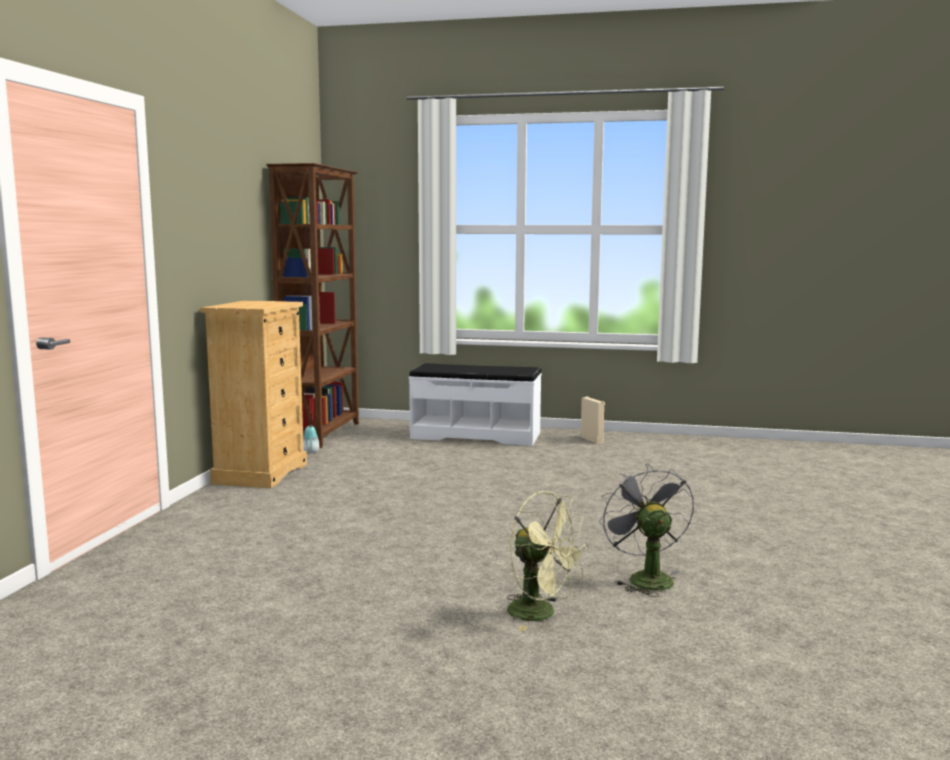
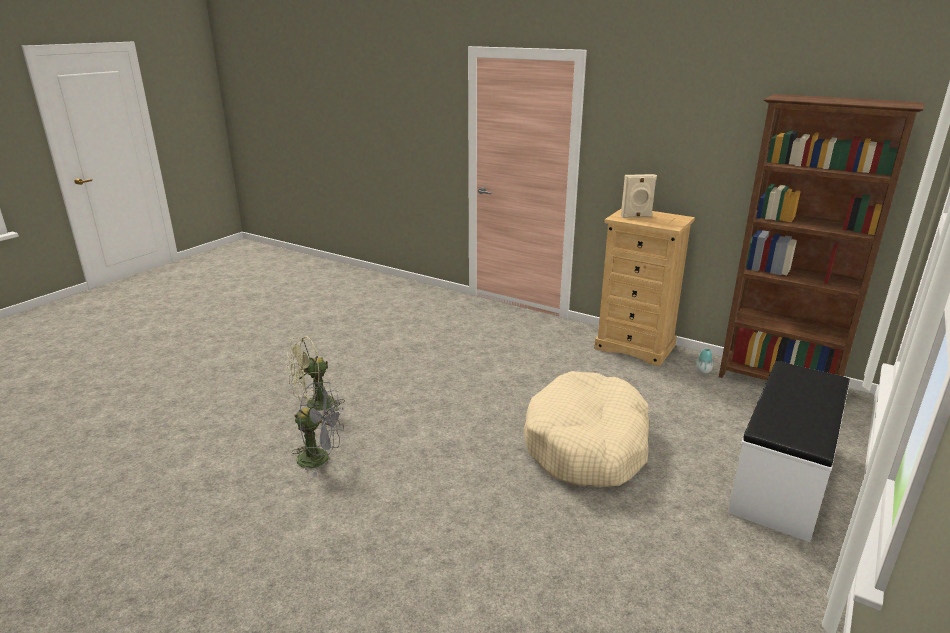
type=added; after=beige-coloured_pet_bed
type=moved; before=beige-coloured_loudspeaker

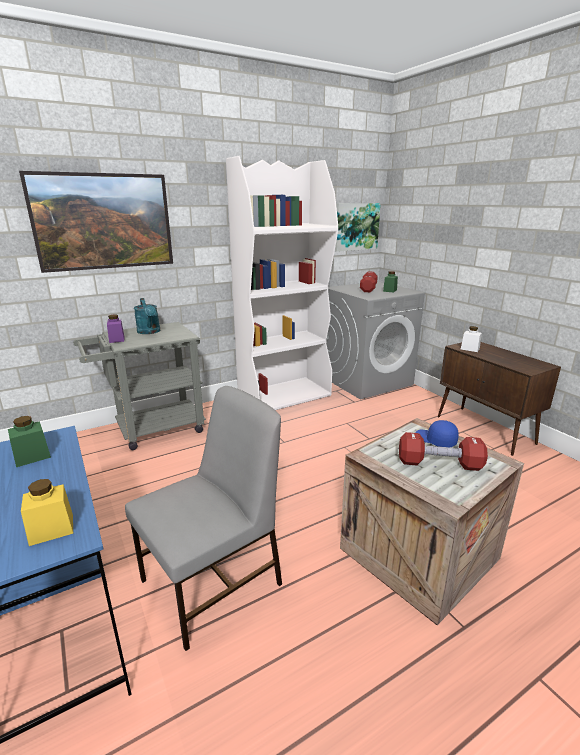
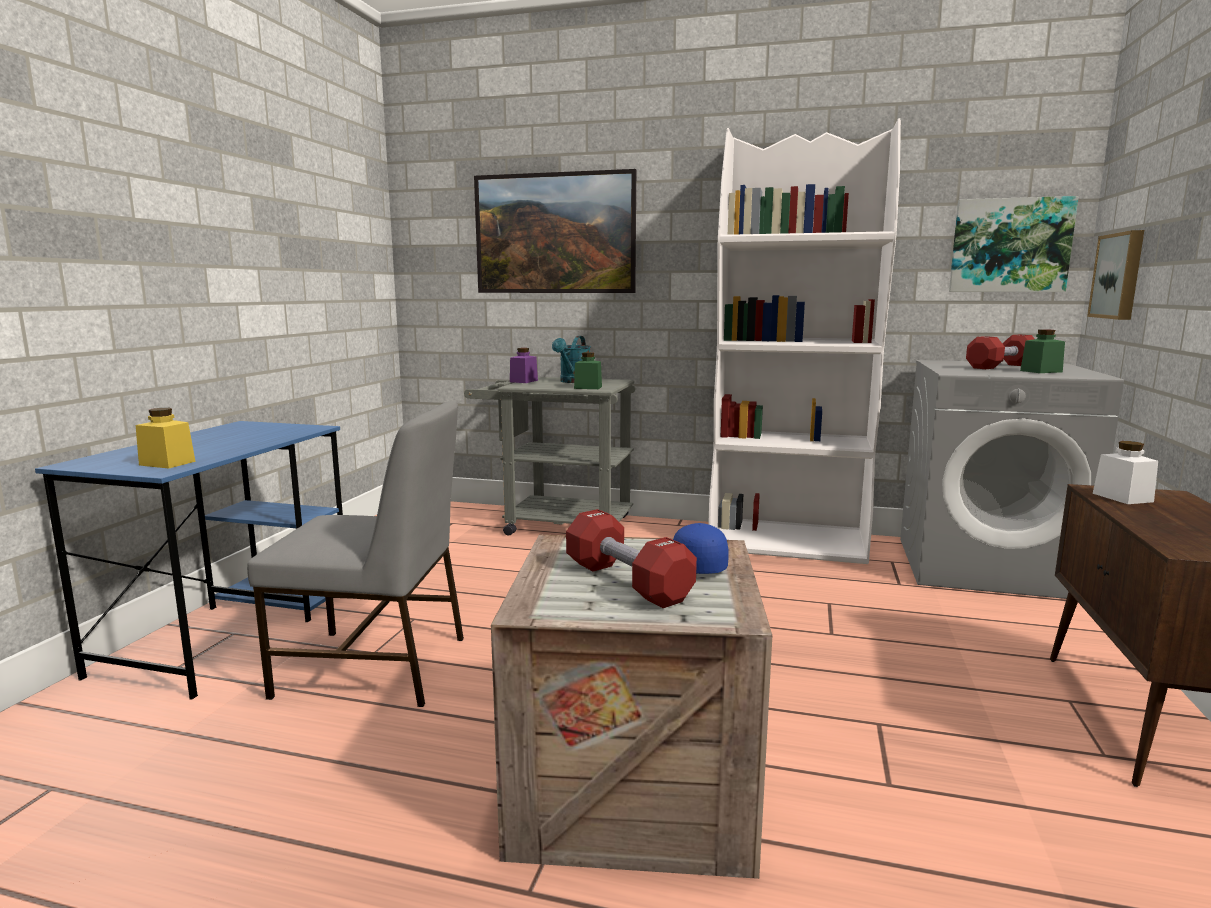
type=moved; before=green-coloured_jar (1st from left)
type=added; after=picture (3rd from left)

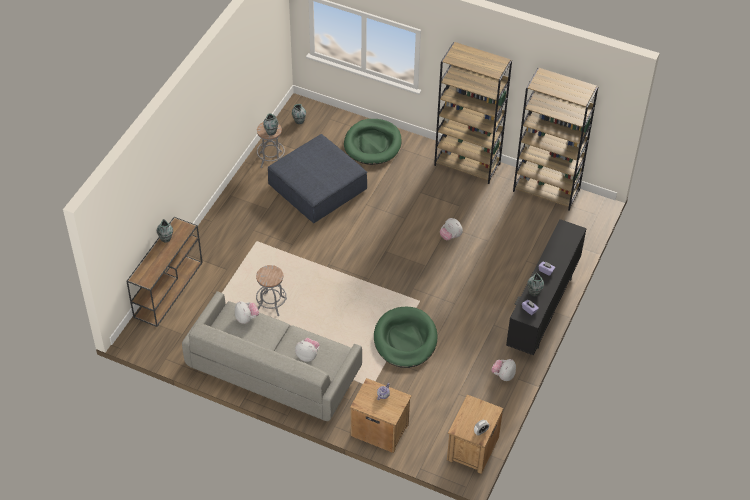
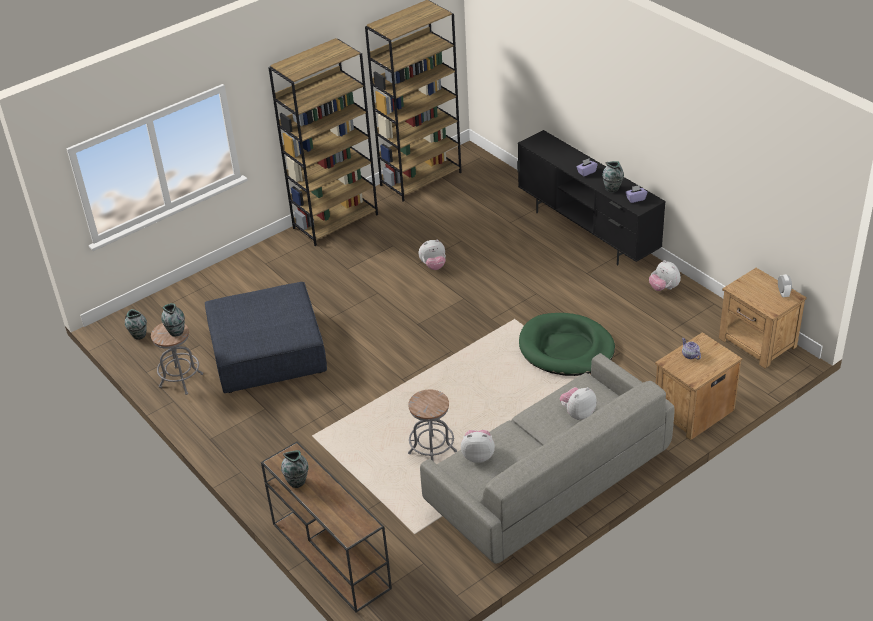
type=removed; before=green-coloured_pet_bed (1st from left)

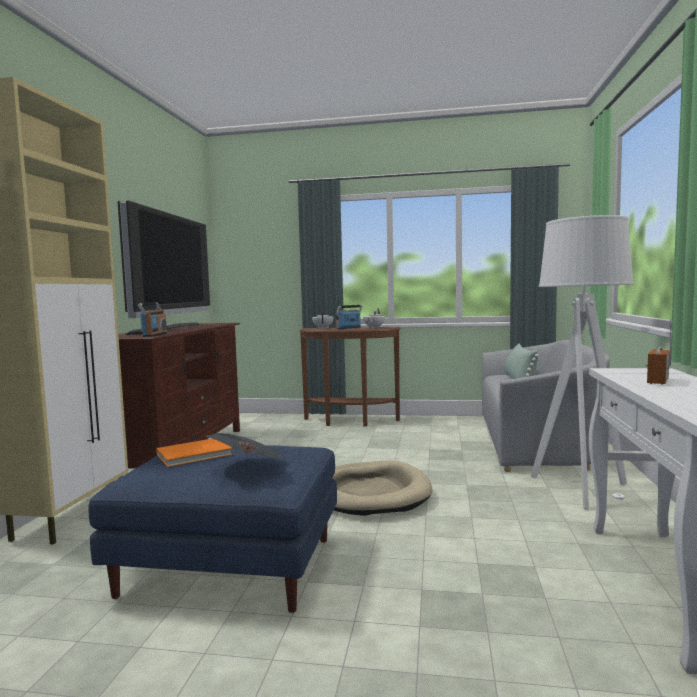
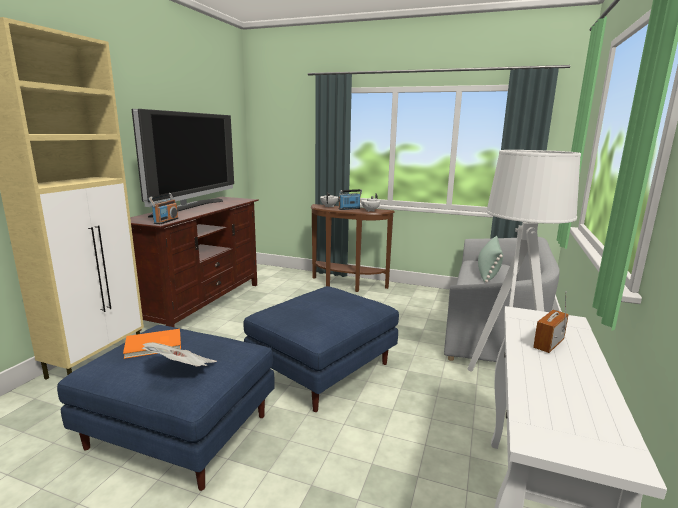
type=replaced; before=beige-coloured_pet_bed; after=bluish_footrest (2nd from left)

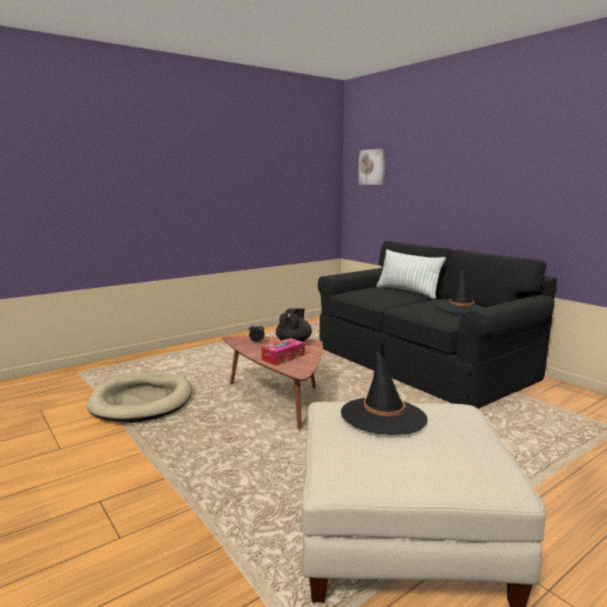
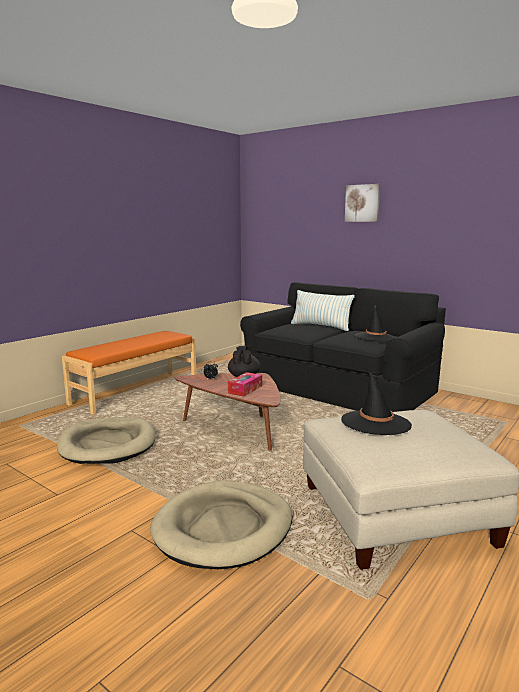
type=added; after=orangey_long_seat
type=added; after=beige-coloured_pet_bed (2nd from left)
type=moved; before=picture

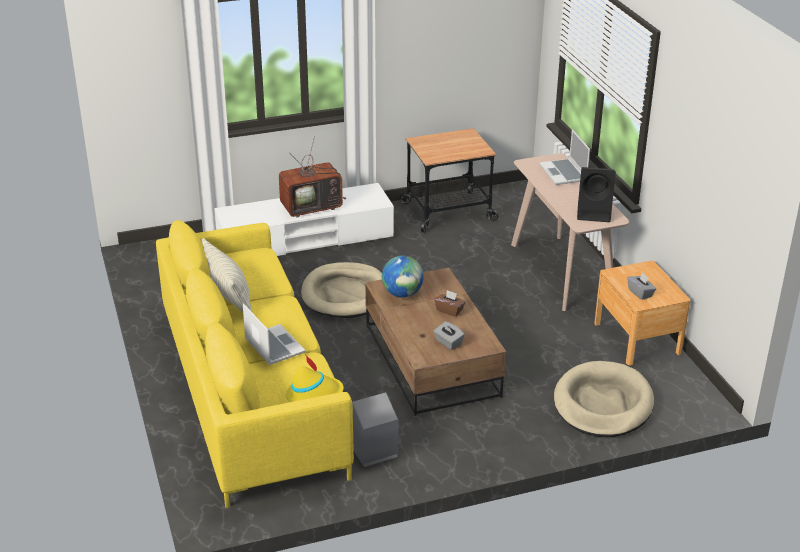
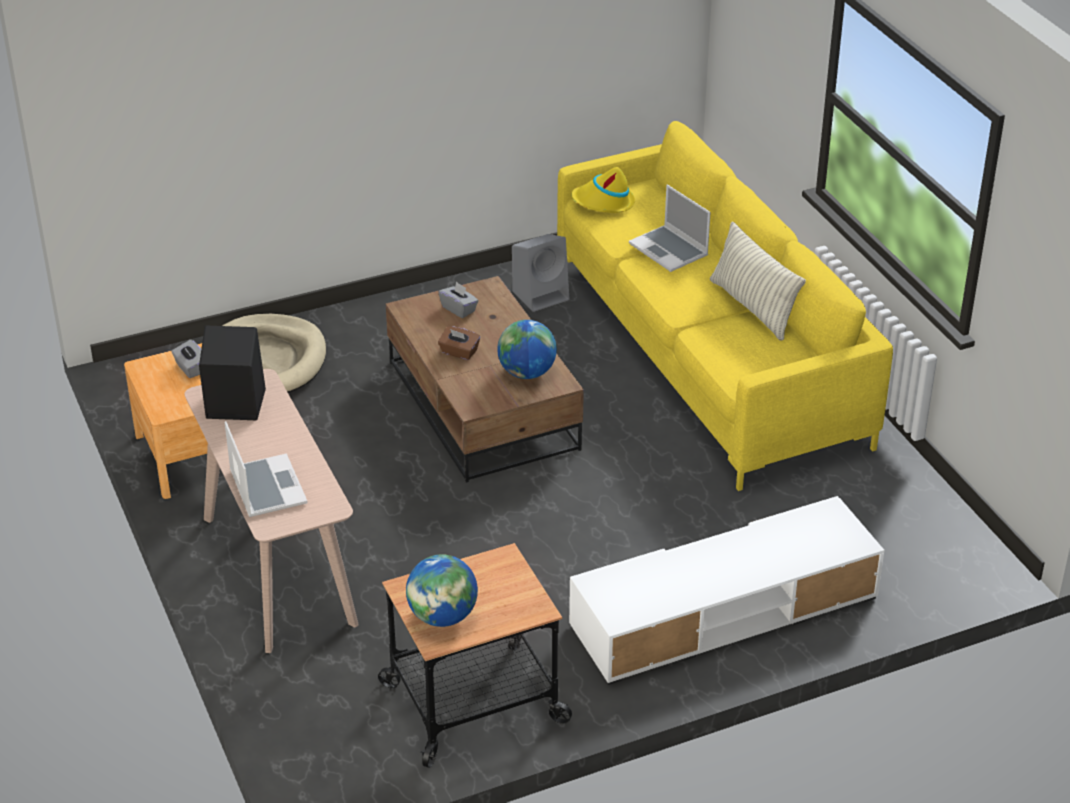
type=added; after=globe (1st from left)
type=removed; before=TV
type=removed; before=beige-coloured_pet_bed (1st from left)

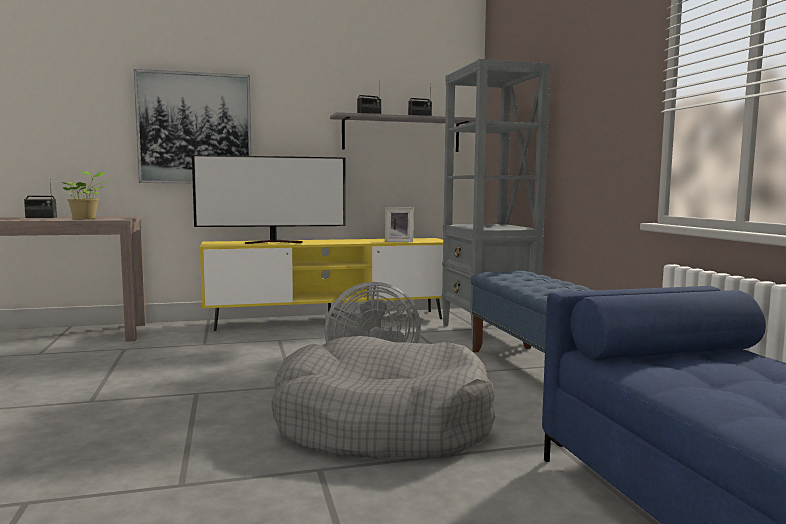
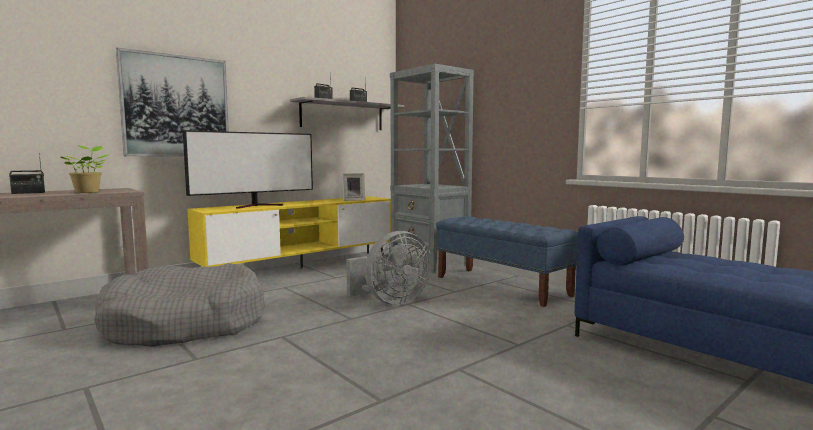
type=moved; before=grey_pet_bed

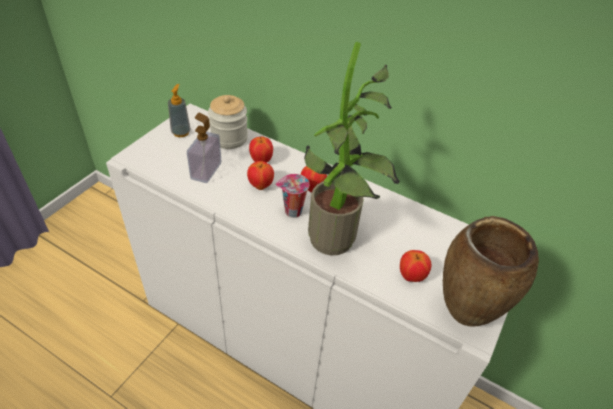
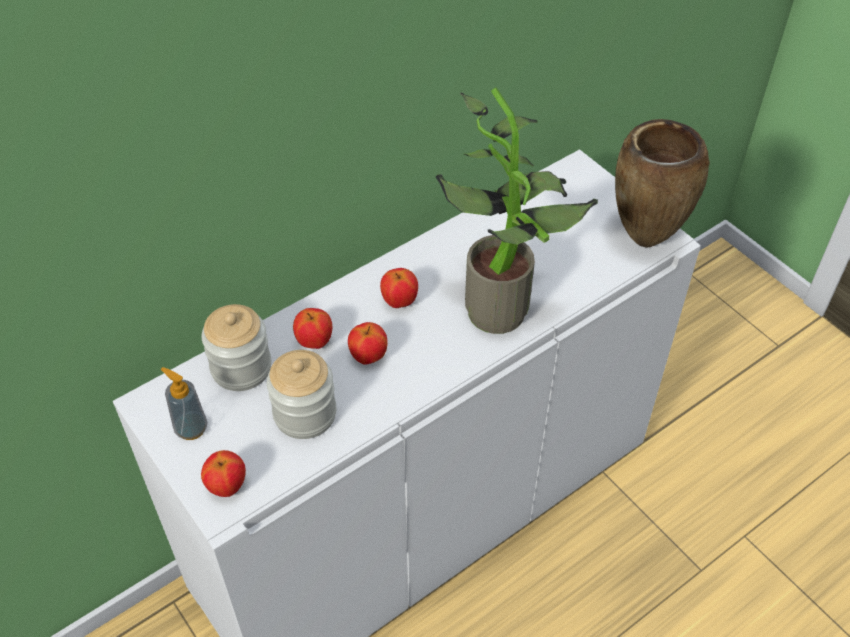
type=moved; before=apple_fruit (4th from left in the first image); after=apple_fruit (1st from left)
type=replaced; before=soap_dispenser (2nd from left); after=jar (2nd from left)
type=removed; before=cup

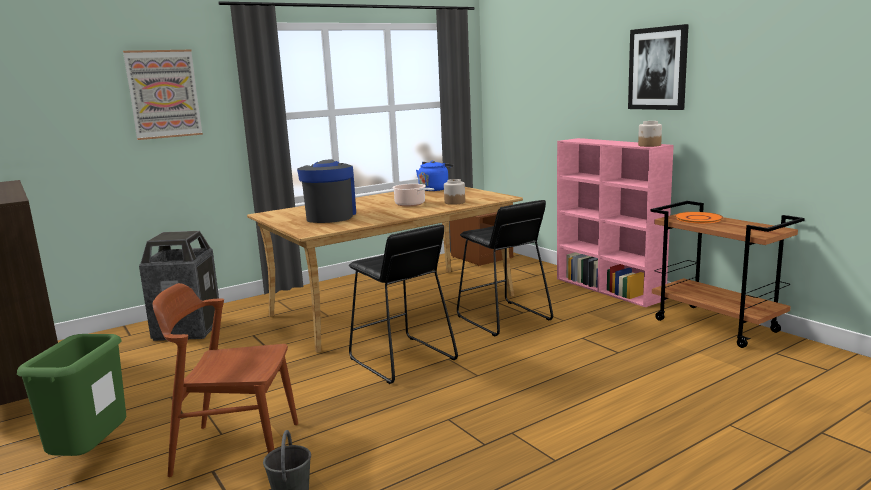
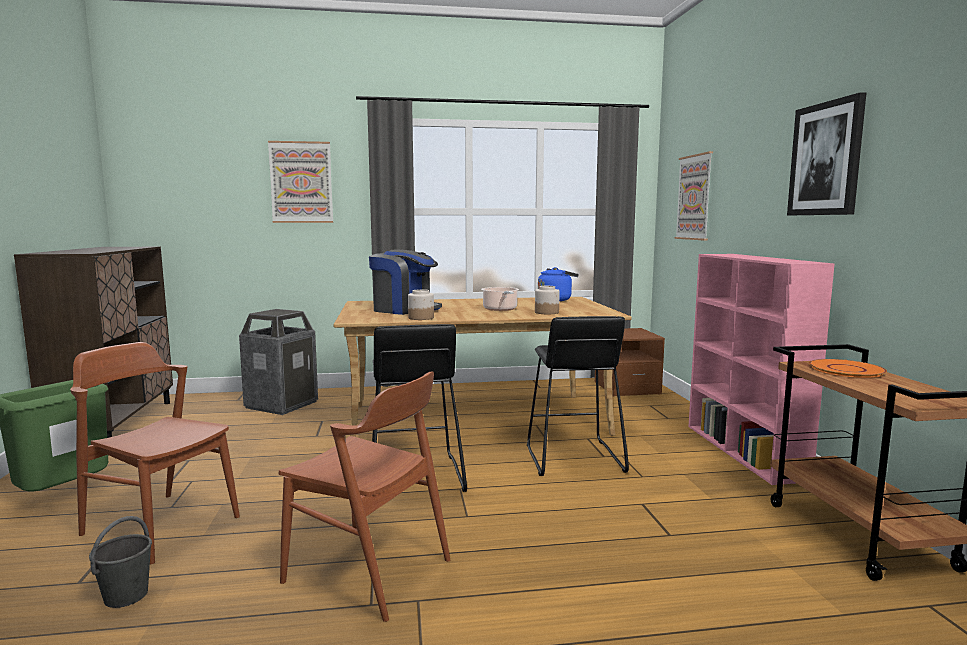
type=added; after=brownish_chair (2nd from left)
type=turned; before=coffee_maker; turn=90
type=moved; before=jar (2nd from left in the first image); after=jar (1st from left)
type=added; after=picture (2nd from left)

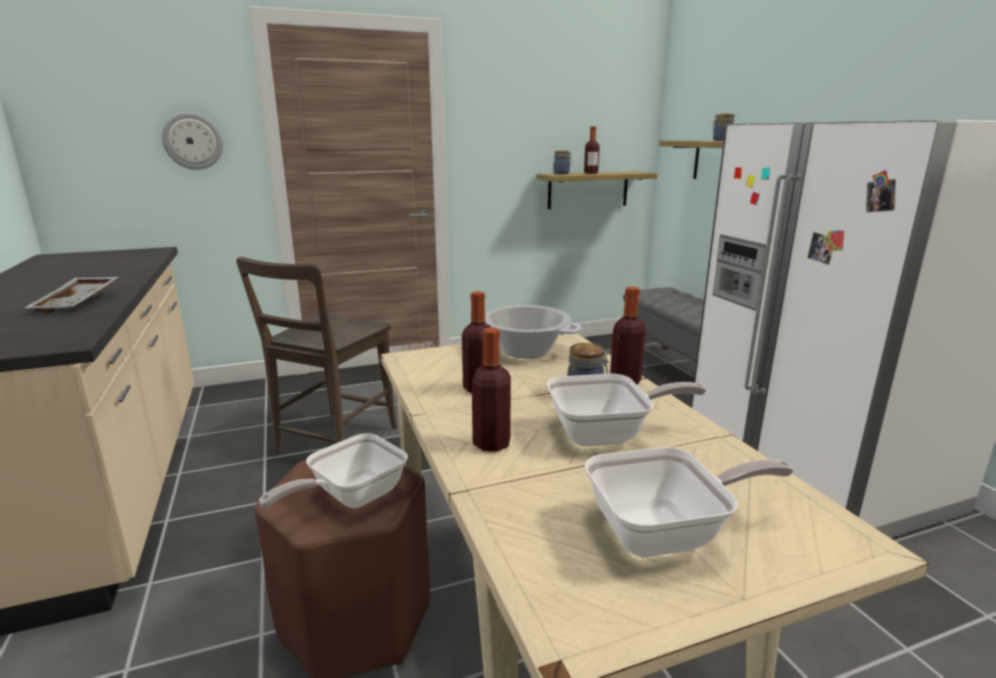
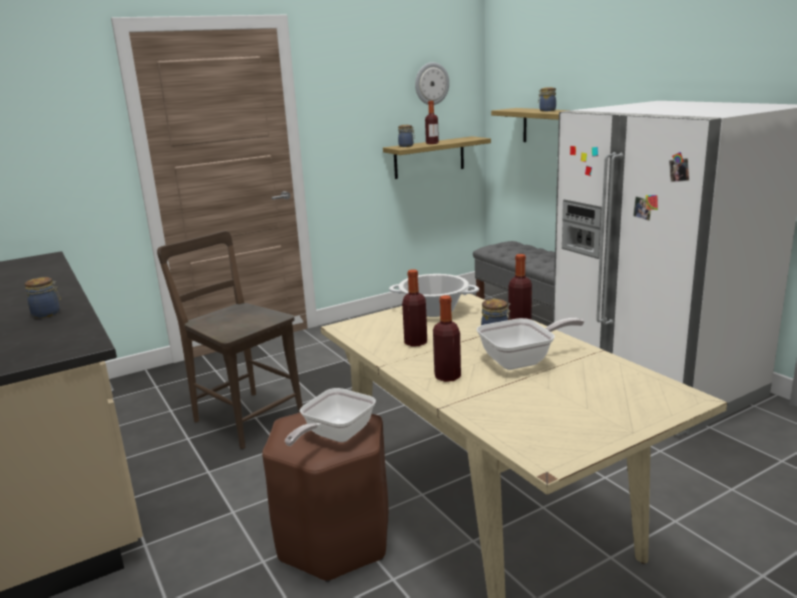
type=replaced; before=grey_carrying_tray; after=jar (1st from left)
type=turned; before=brownish_chair; turn=120
type=moved; before=hanging_clock
type=removed; before=pan (3rd from left)

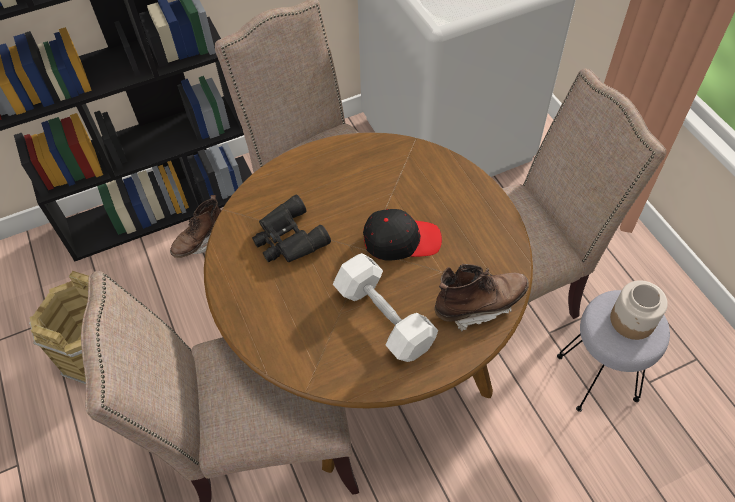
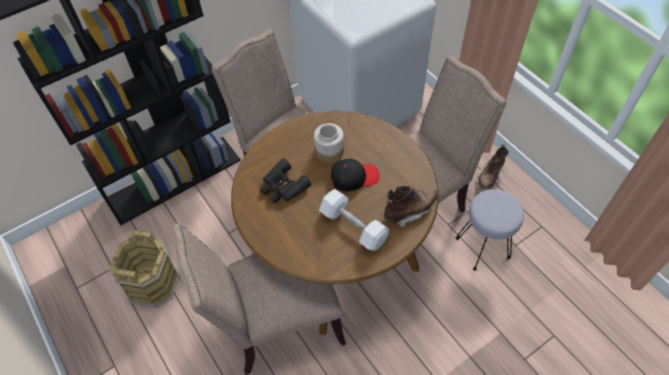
type=moved; before=jar
type=moved; before=brownish_tall_boot (1st from left in the first image); after=brownish_tall_boot (2nd from left)

